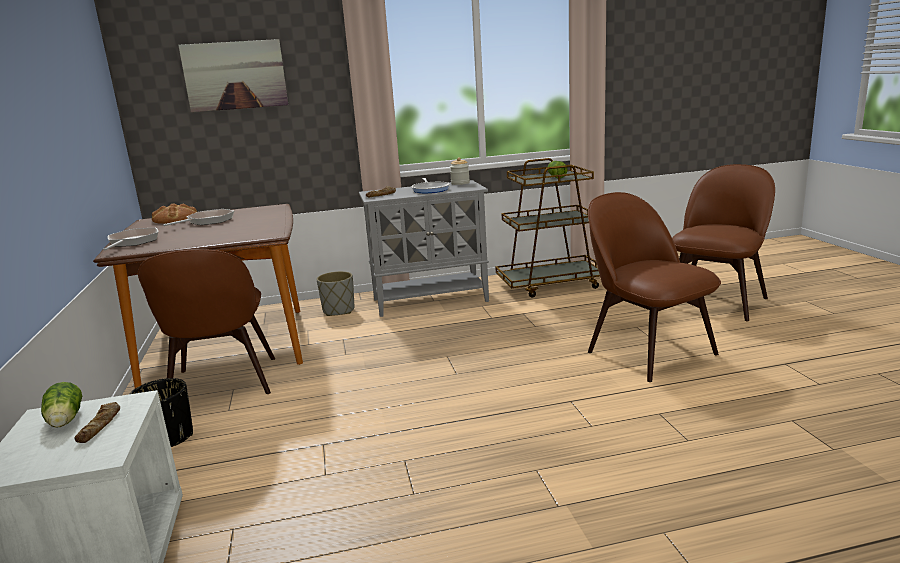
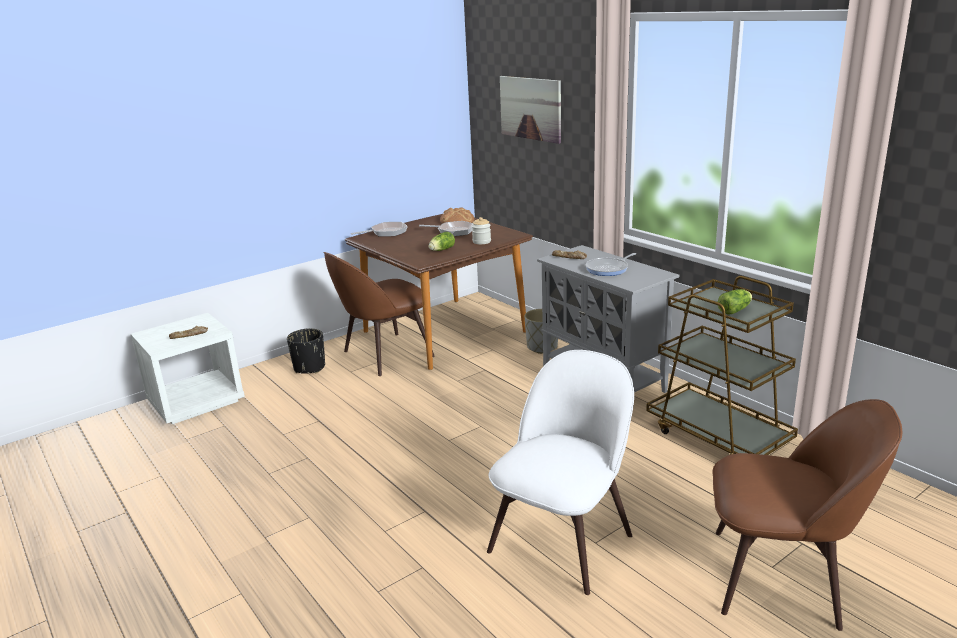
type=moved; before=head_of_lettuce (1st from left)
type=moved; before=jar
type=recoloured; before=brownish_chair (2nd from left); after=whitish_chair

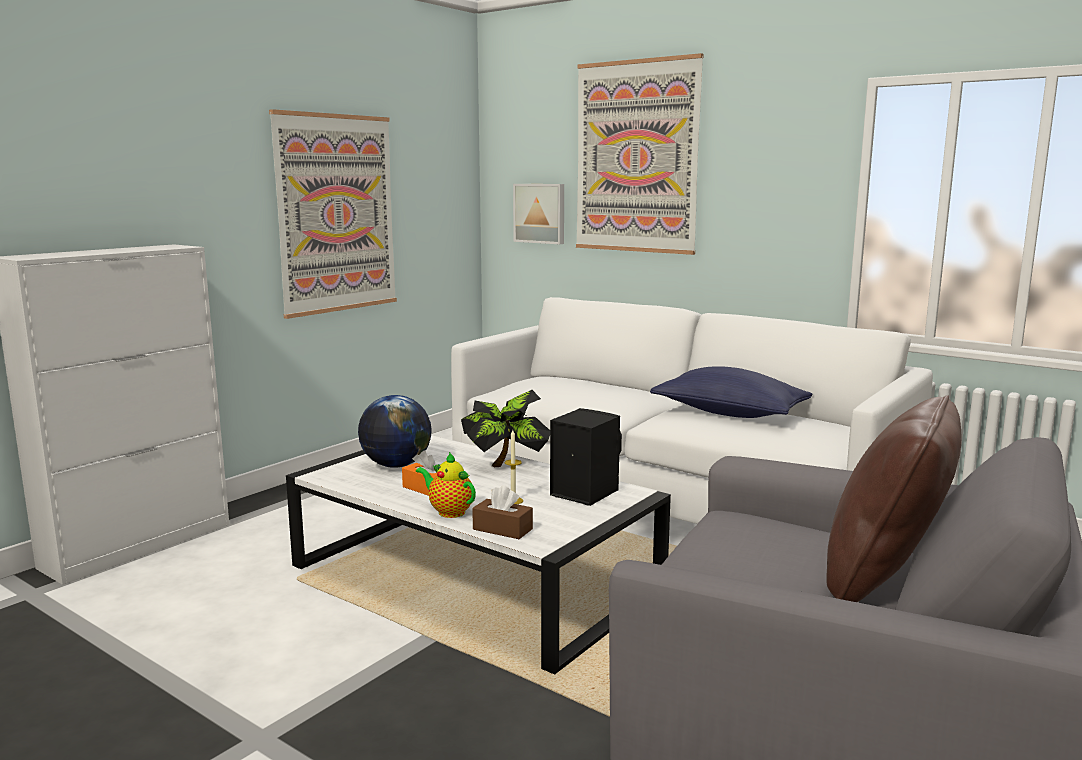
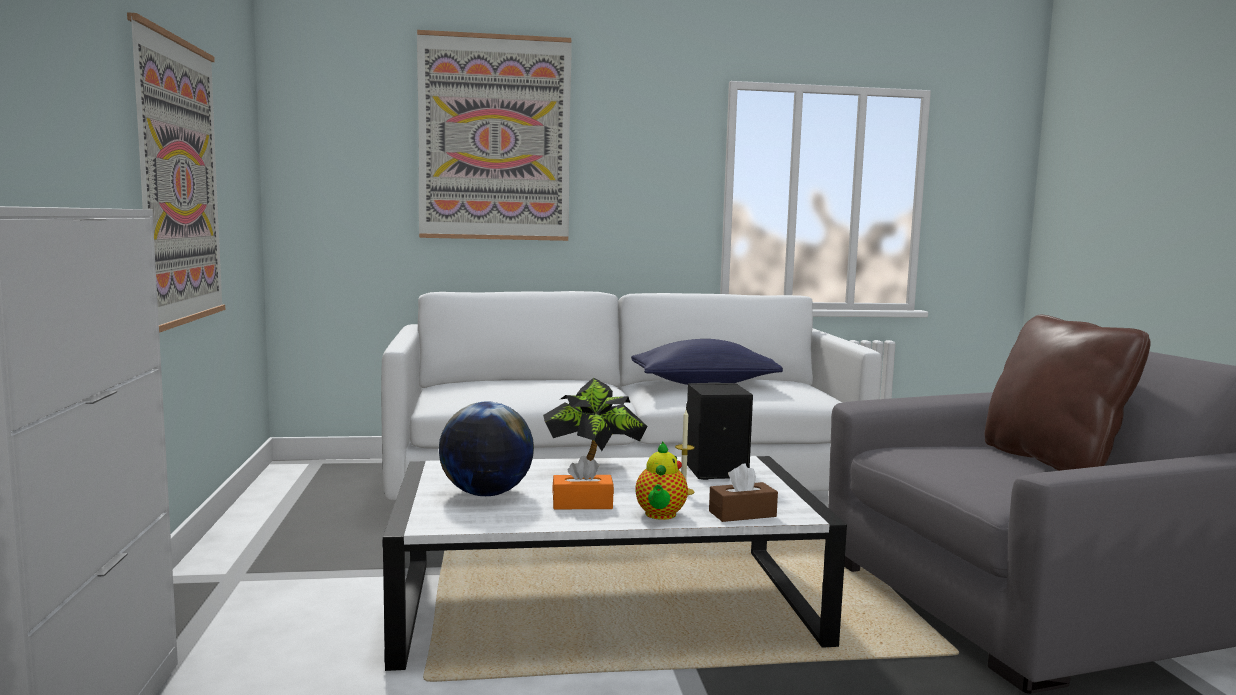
type=turned; before=teapot; turn=-75
type=removed; before=picture (2nd from left)

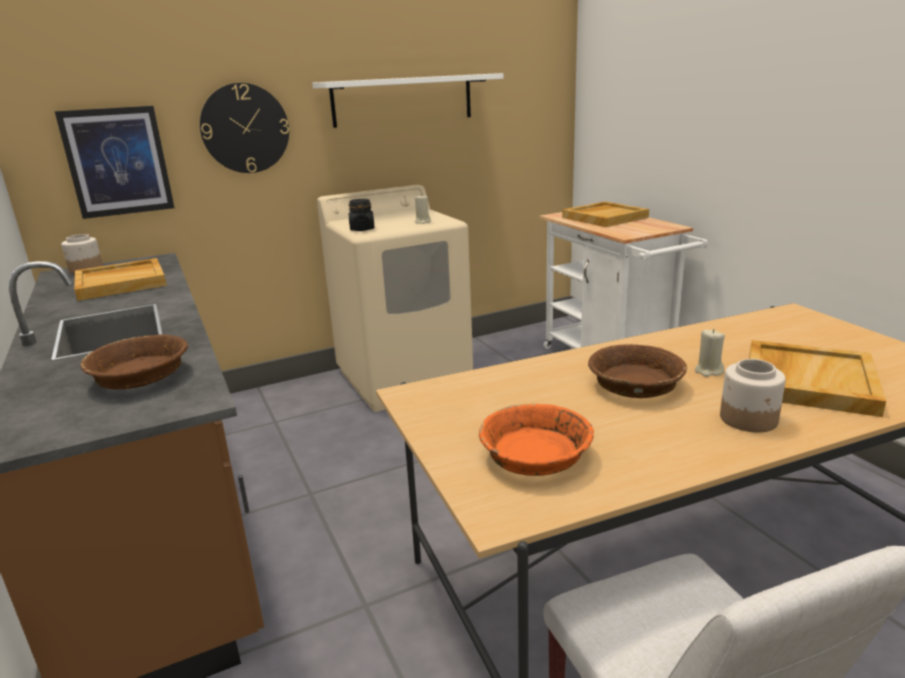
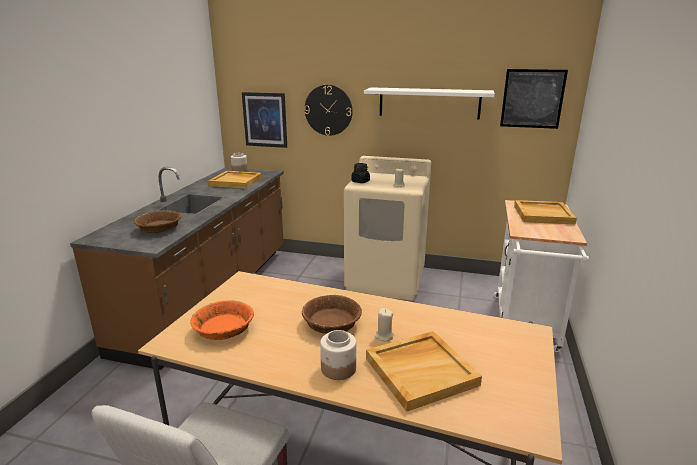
type=added; after=picture (2nd from left)

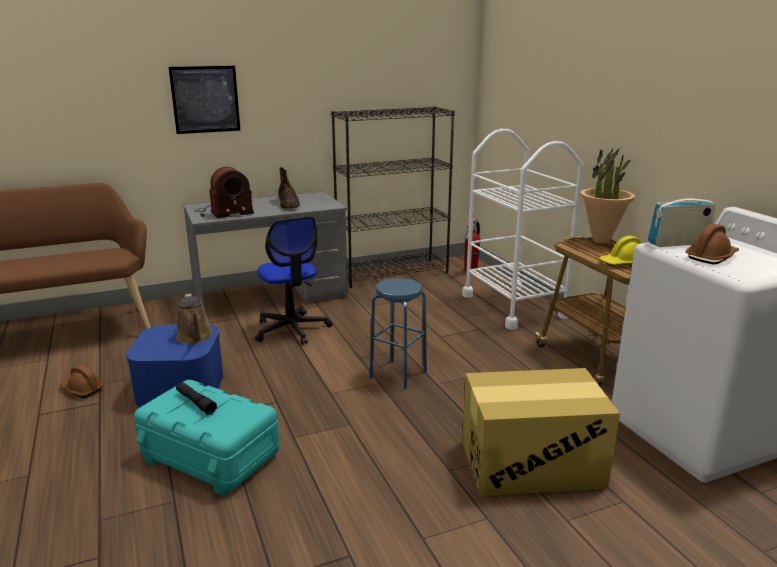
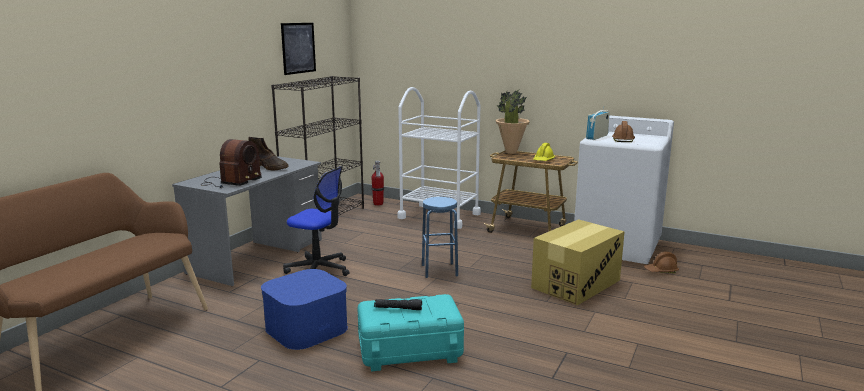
type=moved; before=picture
type=moved; before=brownish_hard_hat (1st from left in the first image); after=brownish_hard_hat (2nd from left)
type=removed; before=brownish_watering_pot

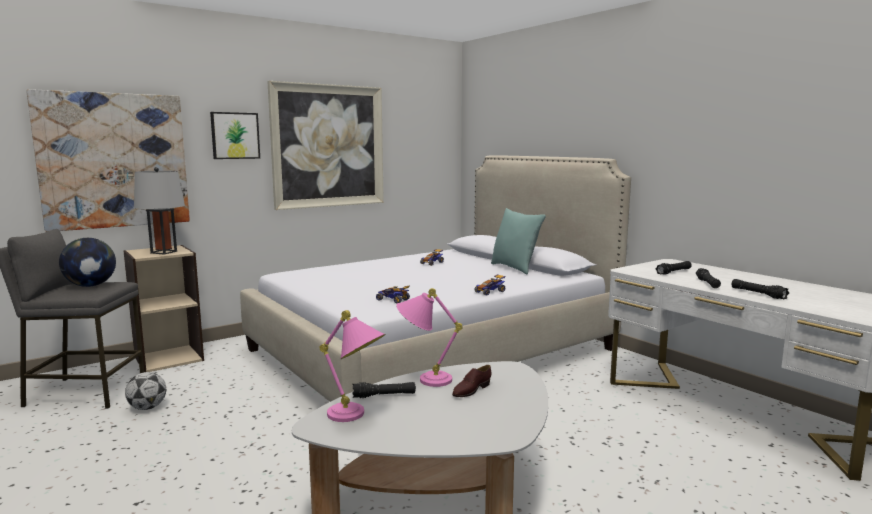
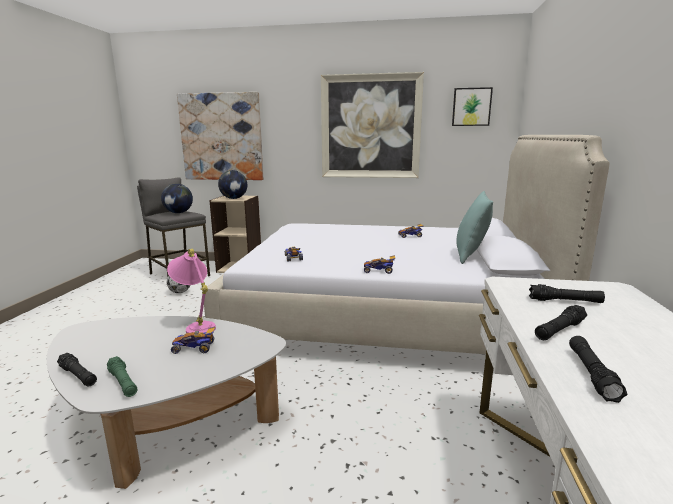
type=moved; before=blackish_flashlight (1st from left)
type=added; after=green-coloured_flashlight
type=replaced; before=brownish_item_of_footwear; after=miniature_car (1st from left)
type=replaced; before=grey_tabletop_lamp; after=globe (2nd from left)
type=moved; before=picture (2nd from left in the first image); after=picture (3rd from left)
type=removed; before=pinkish_tabletop_lamp (1st from left)

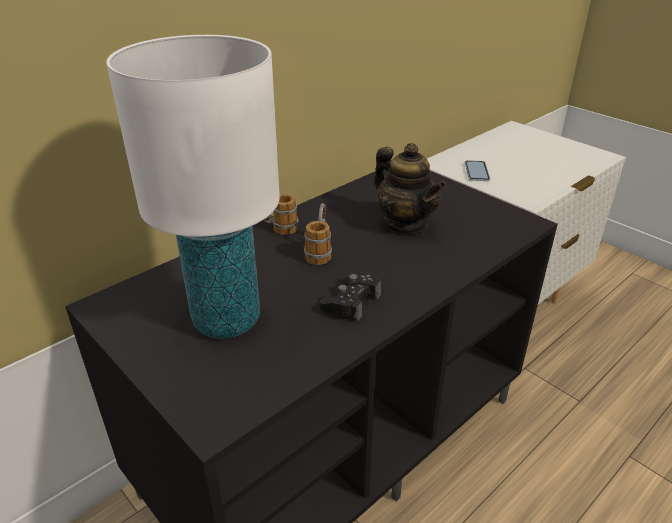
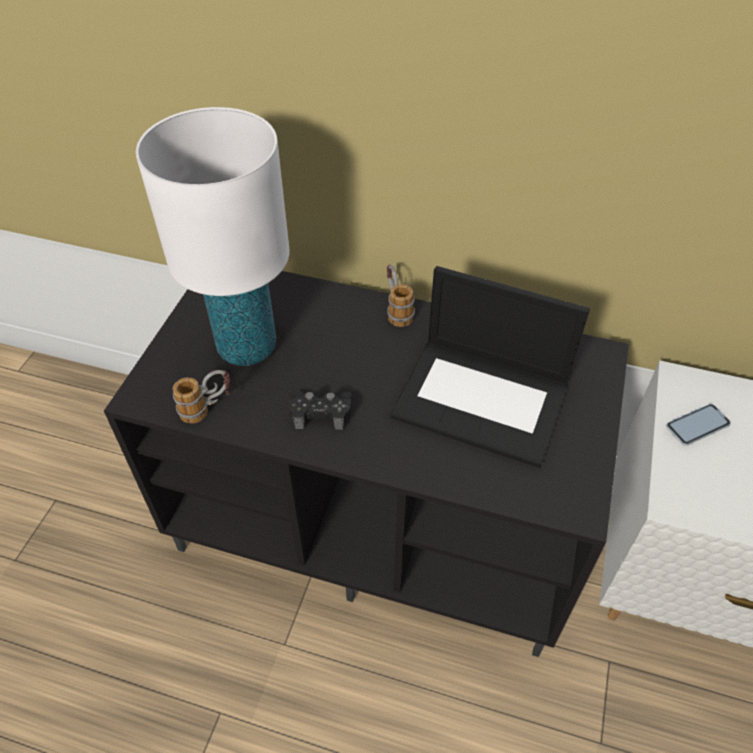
type=moved; before=coffee_mug (2nd from left in the first image); after=coffee_mug (1st from left)
type=replaced; before=teapot; after=laptop

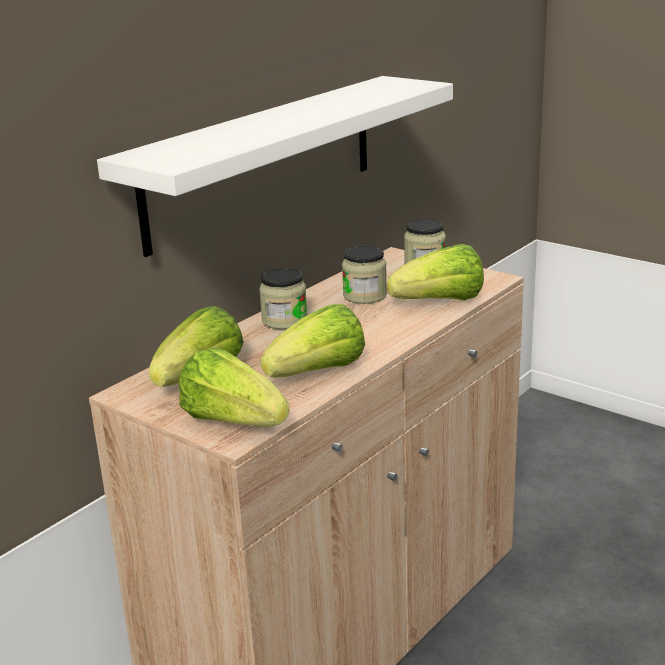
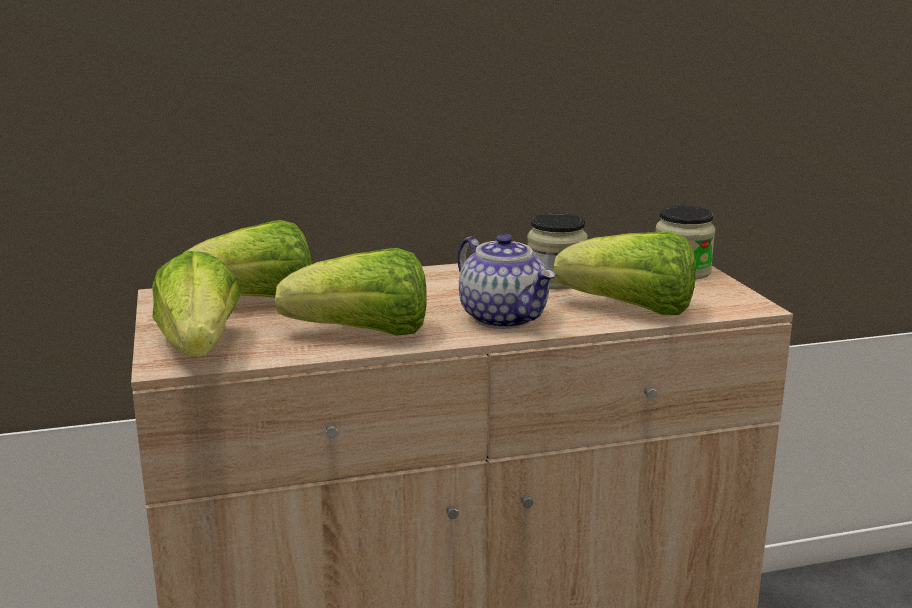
type=added; after=teapot
type=removed; before=whitish_wall_shelf
type=removed; before=jar (1st from left)

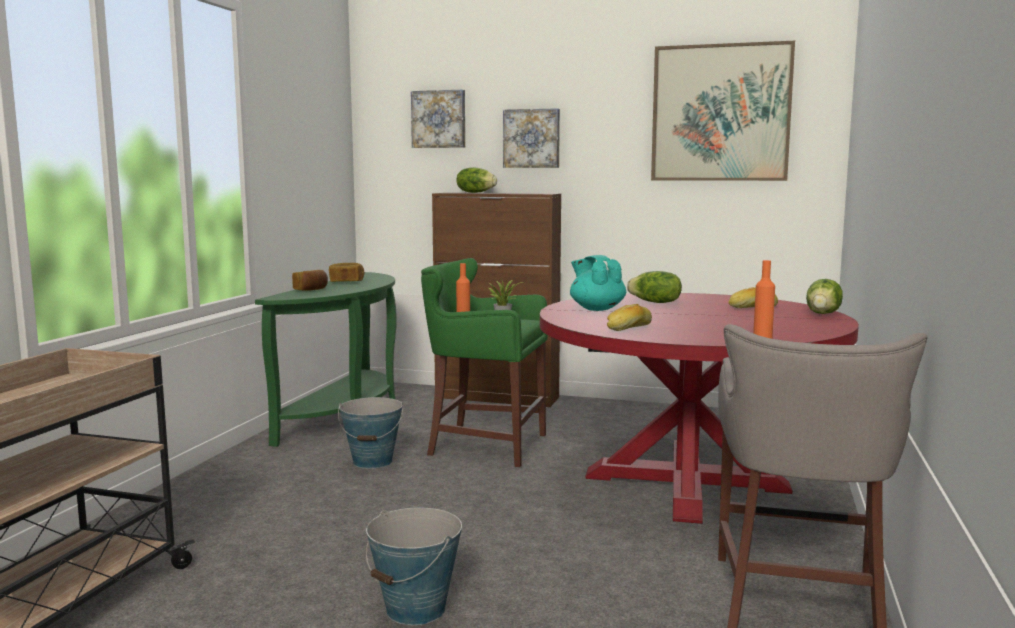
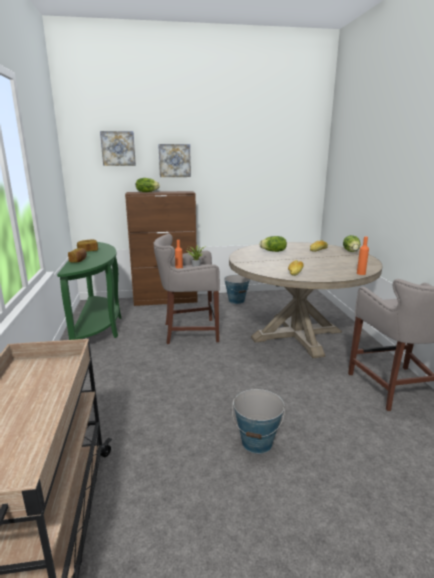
type=recoloured; before=green-coloured_sitting_stool; after=grey_sitting_stool (1st from left)
type=moved; before=pail (1st from left)
type=recoloured; before=red-coloured_dining_table; after=beige-coloured_dining_table
type=removed; before=blue-green_teapot
type=removed; before=picture (3rd from left)

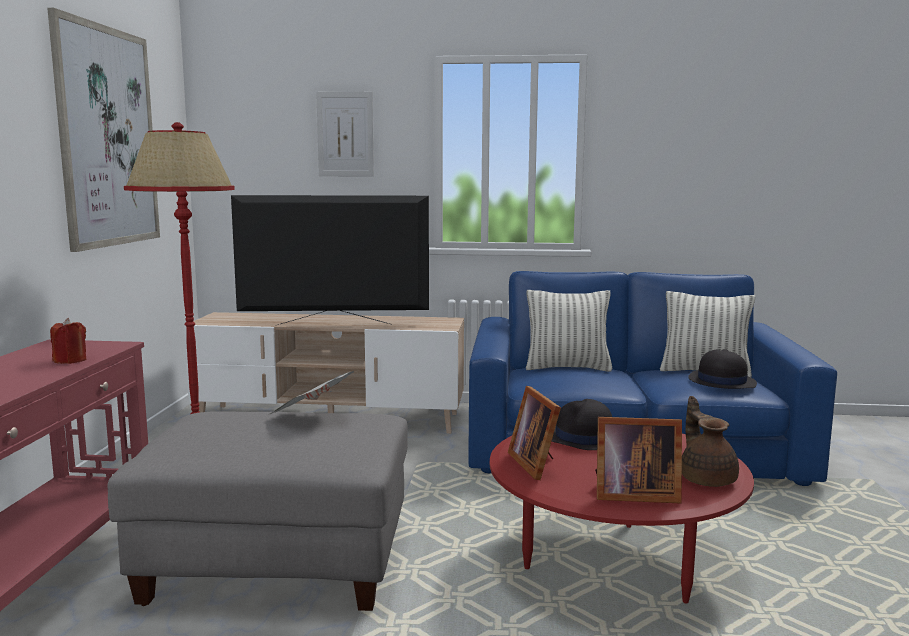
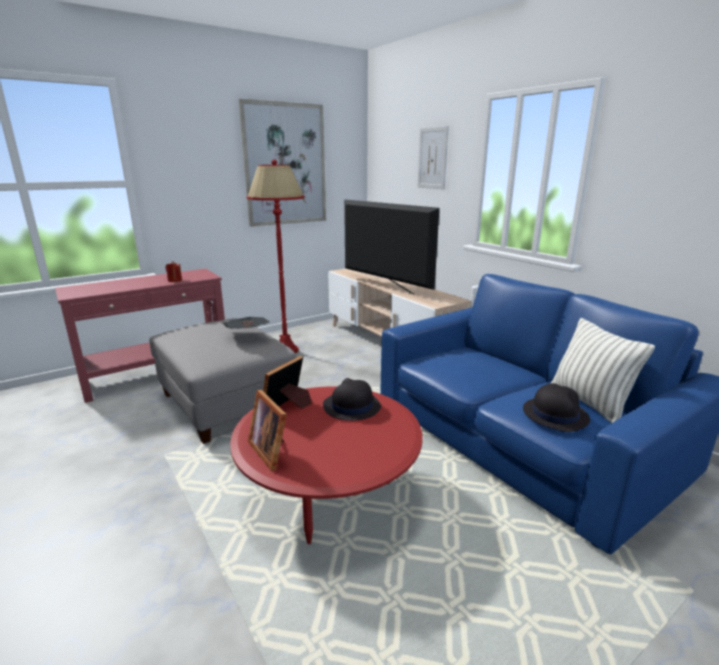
type=removed; before=cushion (1st from left)
type=removed; before=brownish_teapot

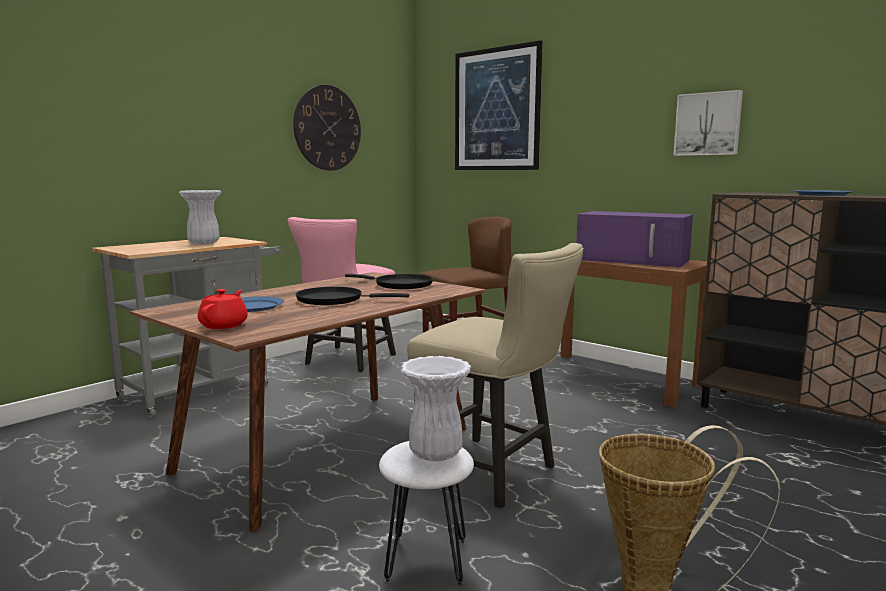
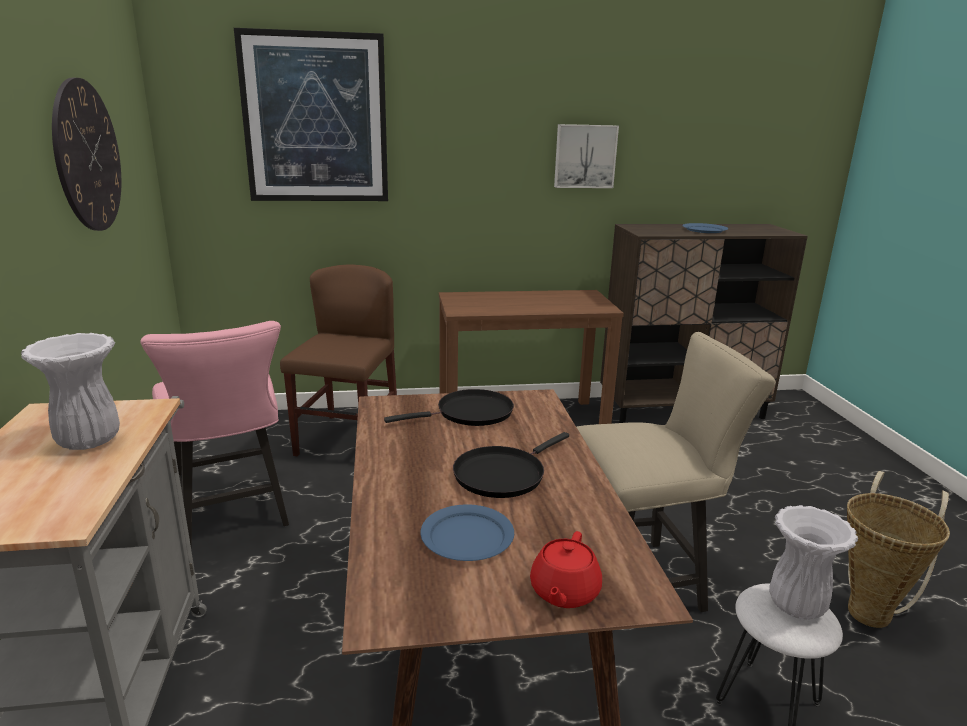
type=turned; before=red-coloured_teapot; turn=-120
type=removed; before=purple-coloured_microwave

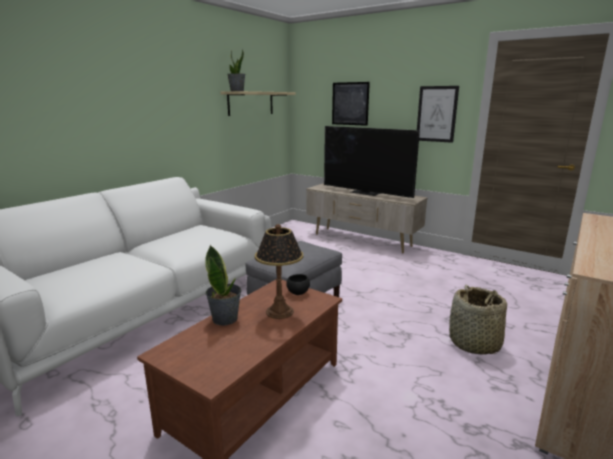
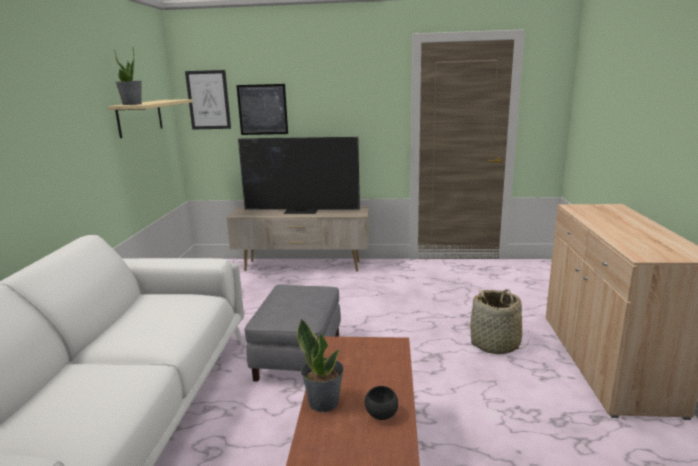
type=moved; before=picture (2nd from left in the first image); after=picture (1st from left)
type=moved; before=blackish_serving_bowl
type=removed; before=tabletop_lamp

